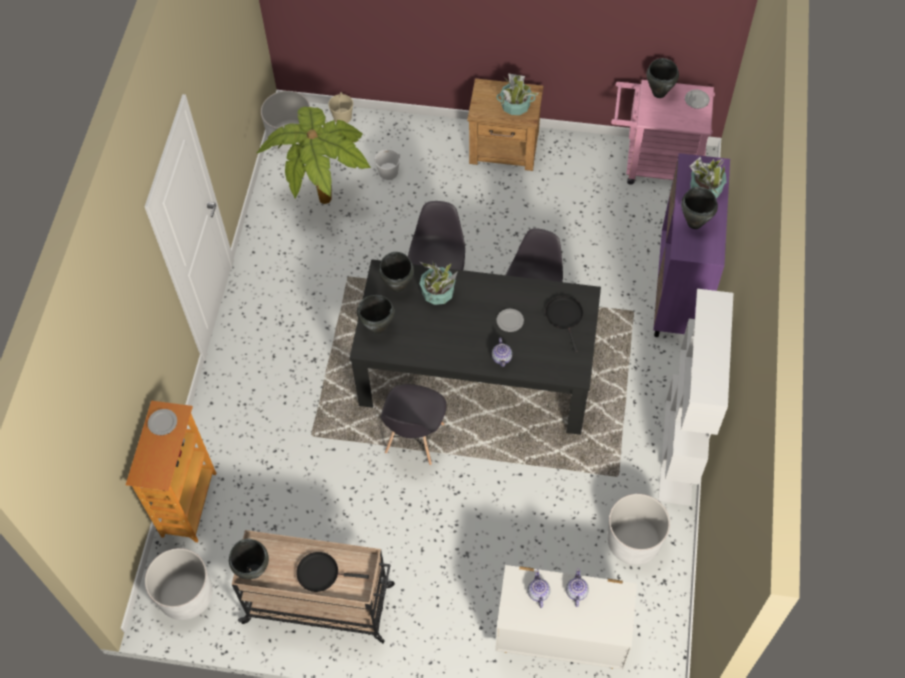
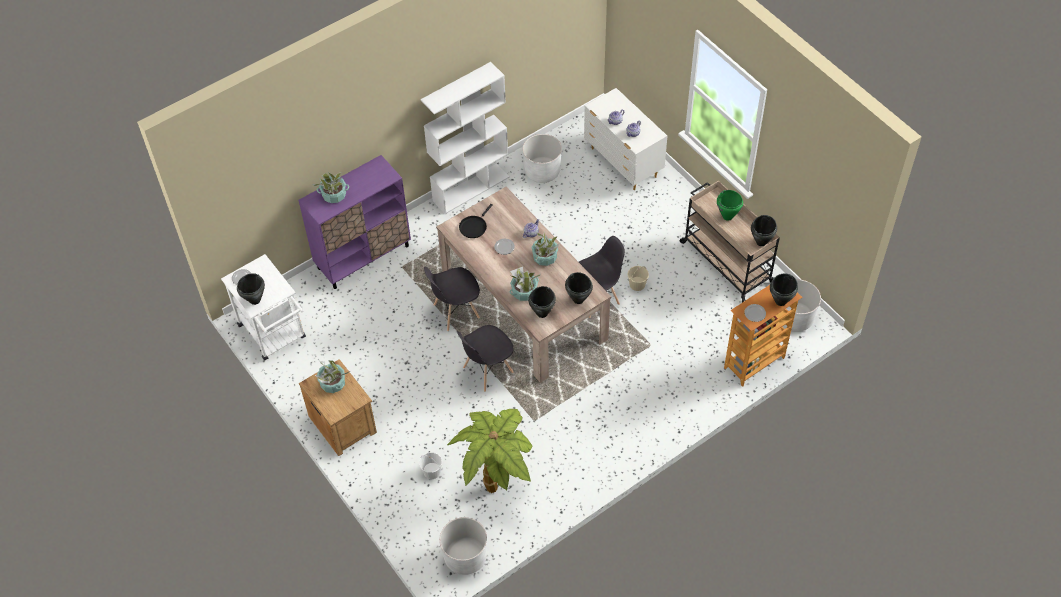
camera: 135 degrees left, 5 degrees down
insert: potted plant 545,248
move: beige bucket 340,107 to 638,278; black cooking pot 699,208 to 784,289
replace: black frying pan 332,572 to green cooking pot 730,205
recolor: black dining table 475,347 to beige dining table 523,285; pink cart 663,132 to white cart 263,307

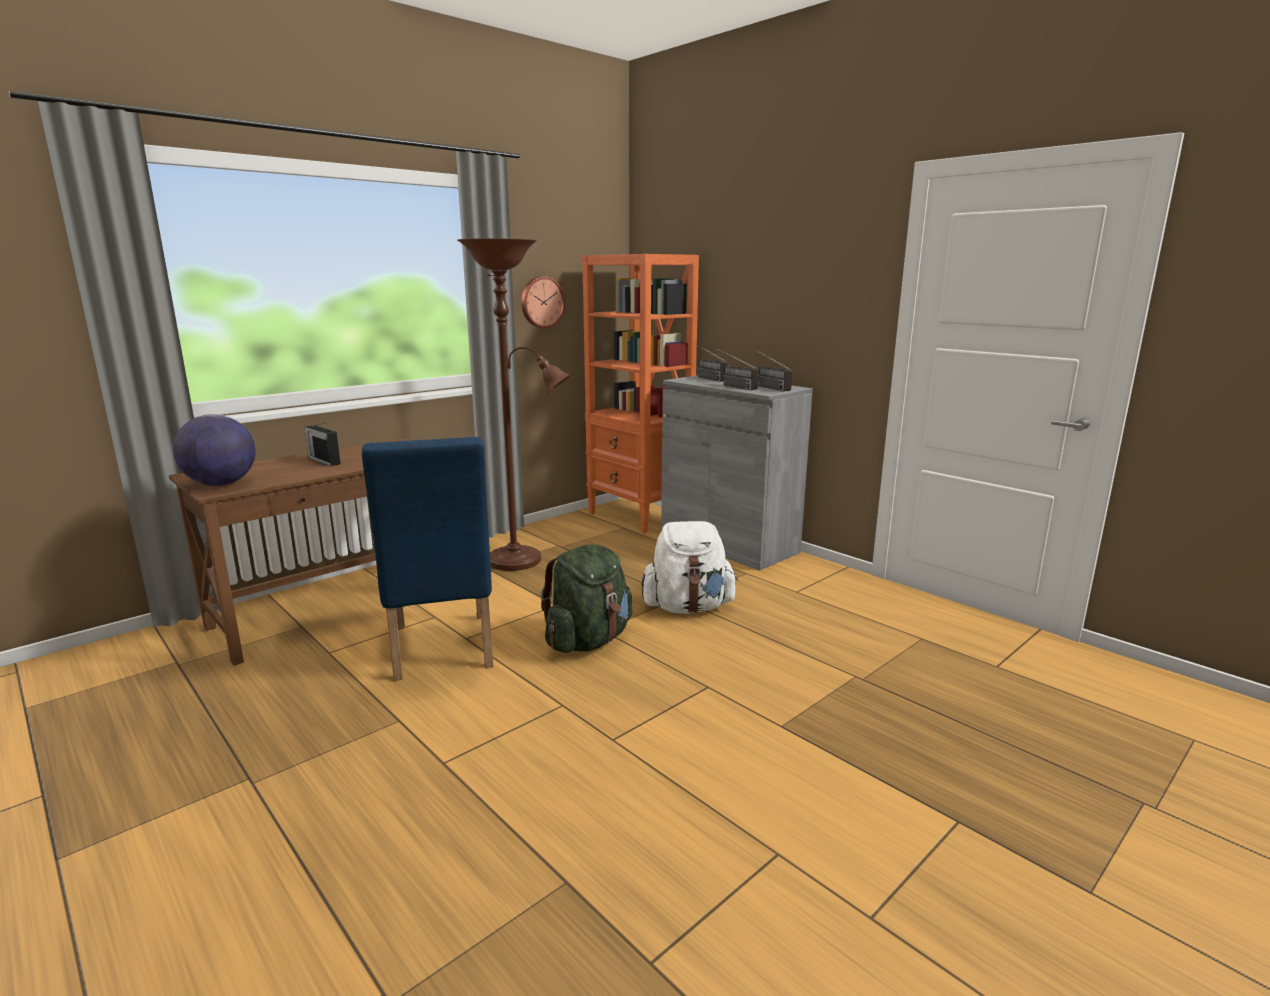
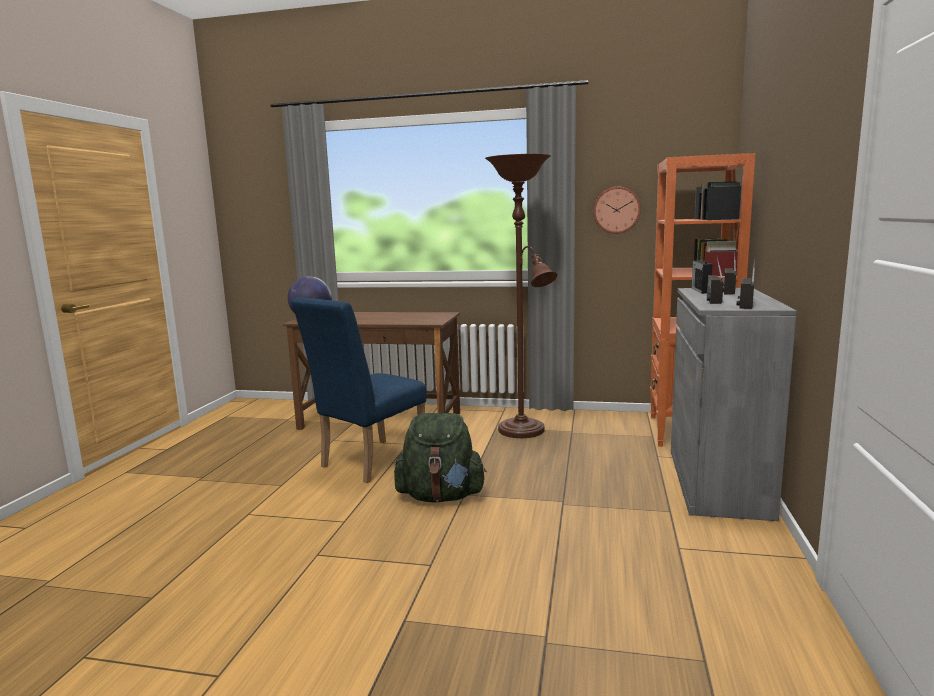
camera: 55 degrees right, 5 degrees down
delete: white backpack 690,567
move: radio 323,444 to 702,275

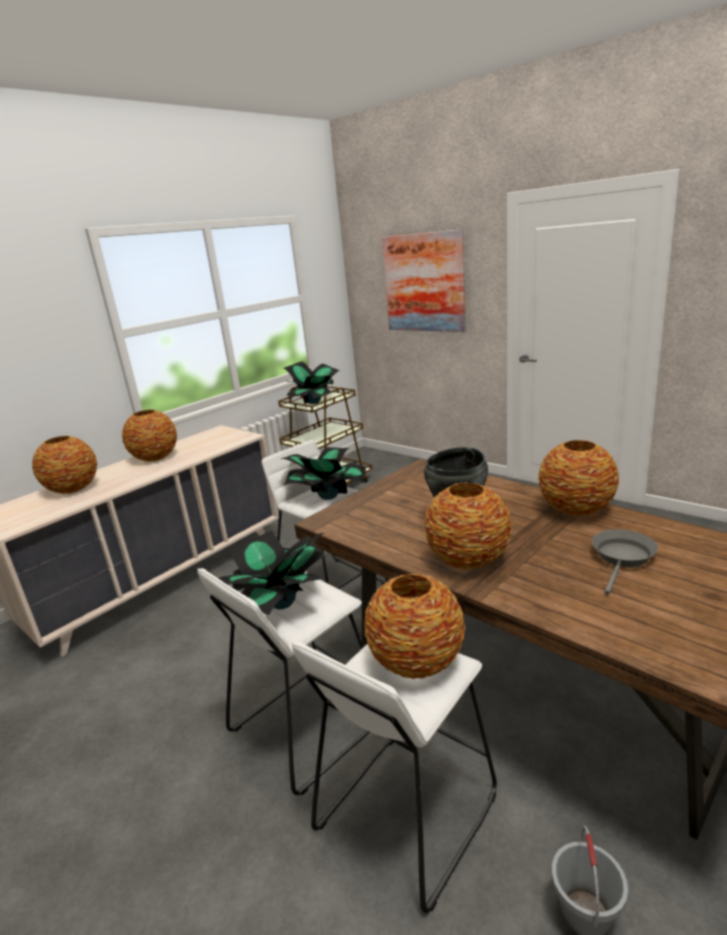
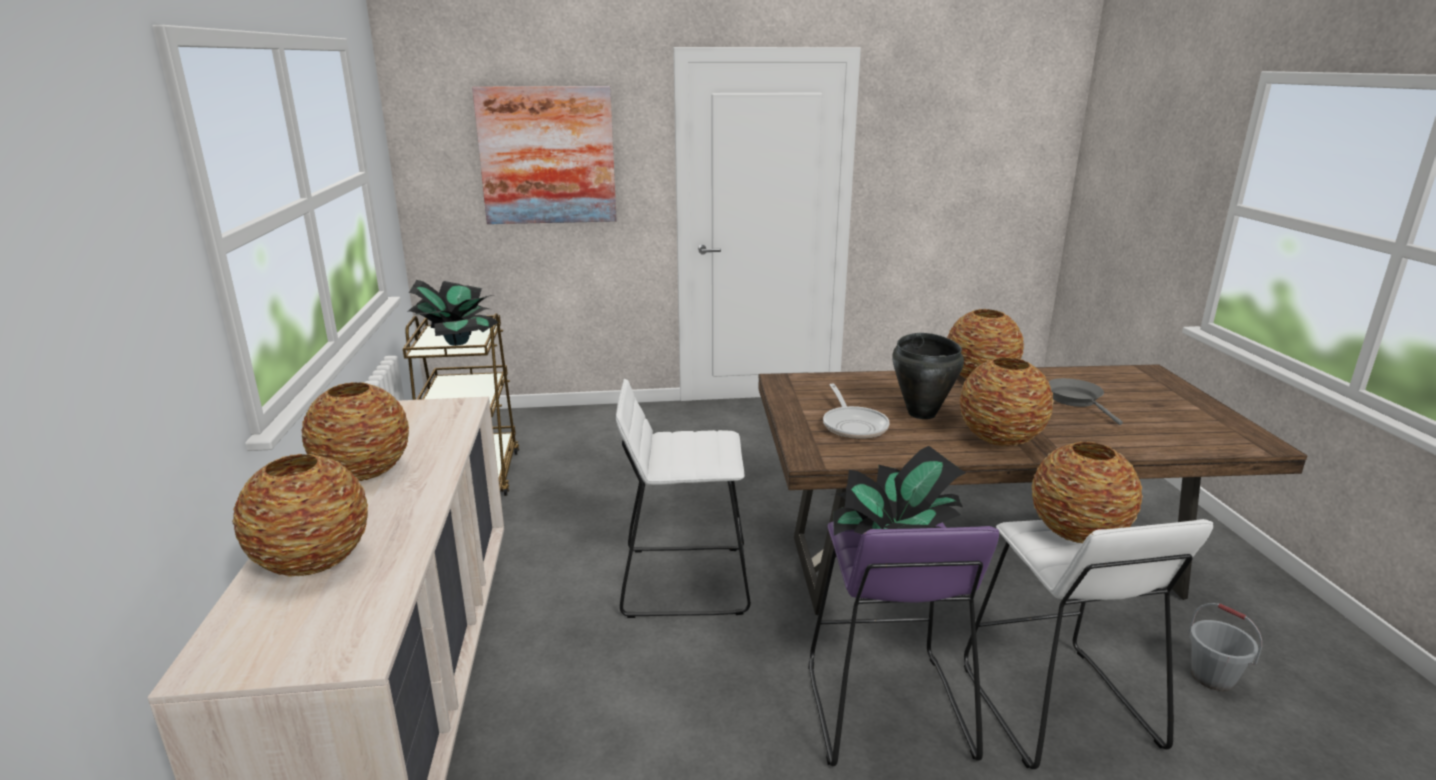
camera: 50 degrees left, 0 degrees up
delete: potted plant 323,473
insert: frying pan 856,411
recolor: white stool 283,681 to purple stool 903,644

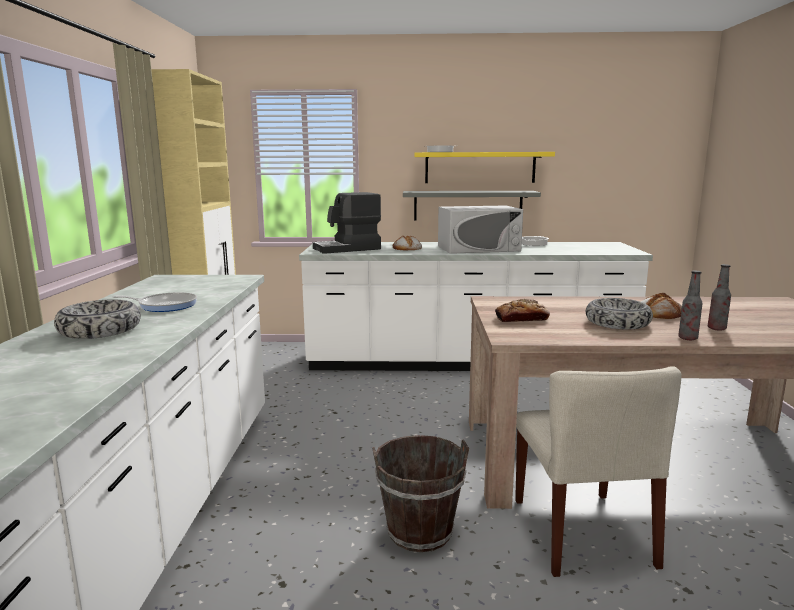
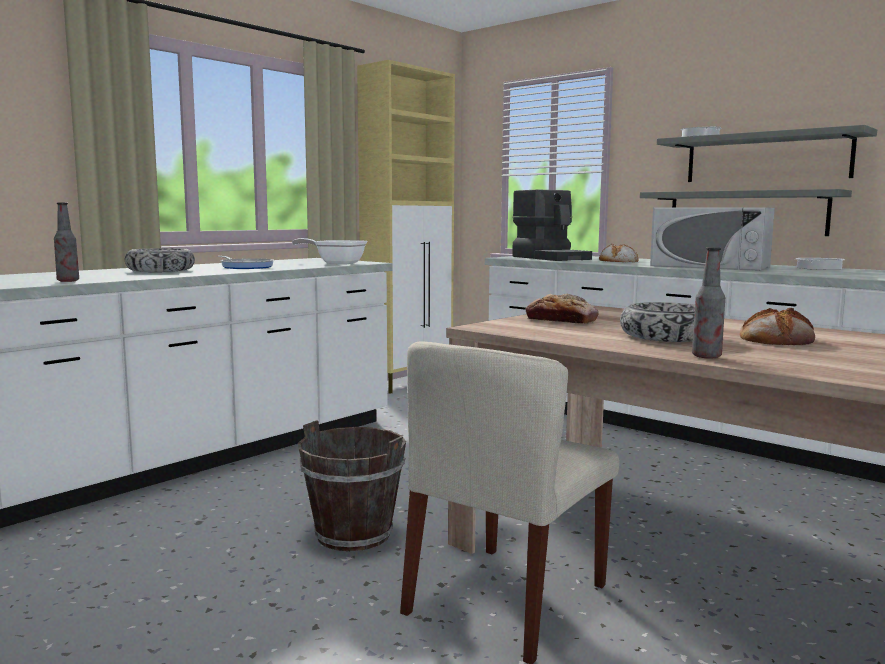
camera: 40 degrees right, 5 degrees down
insert: frying pan 329,251
move: bottle 719,297 to 66,242
recolor: yellow shelf 484,167 to grey shelf 767,153
rotate: coffee machine 347,223 = 552,225 135 degrees counterclockwise

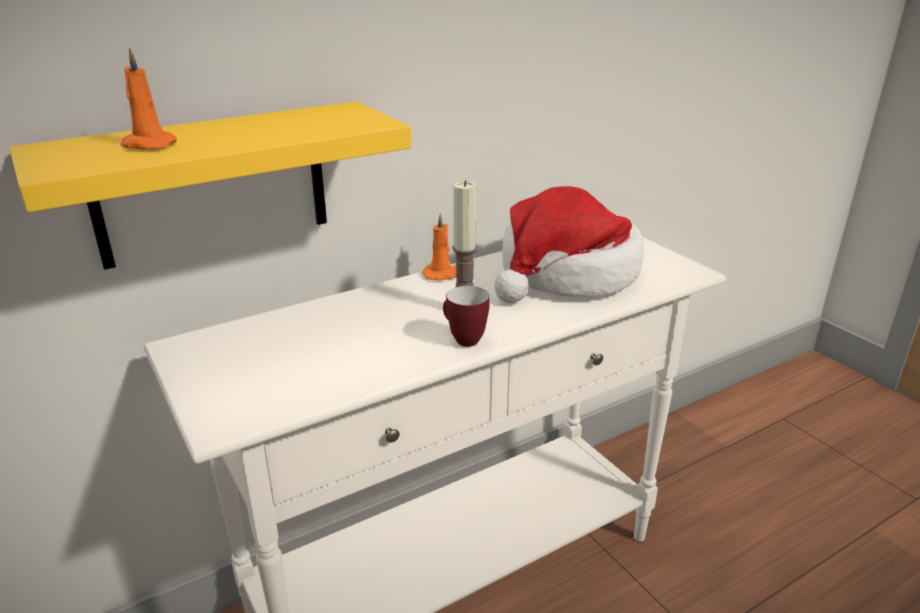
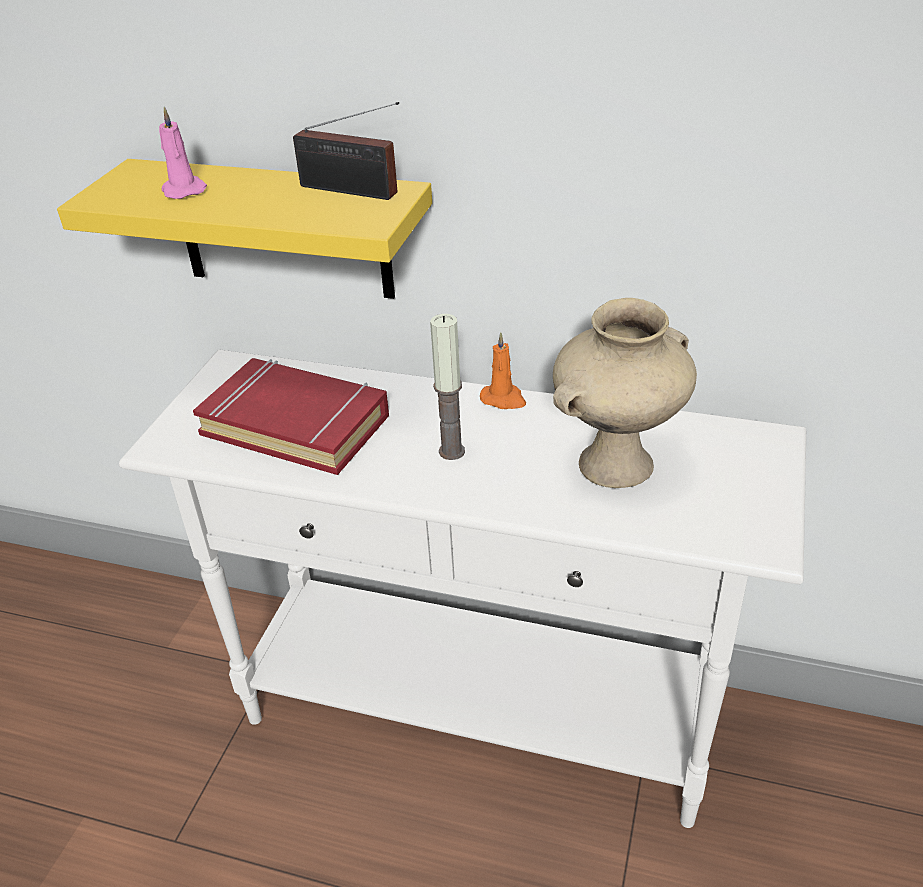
camera: 50 degrees right, 10 degrees up
delete: mug 466,316
insert: red book 291,416; radio 346,151
replace: hat 569,244 to beige vase 625,393
recolor: orange candle 148,98 to pink candle 183,153

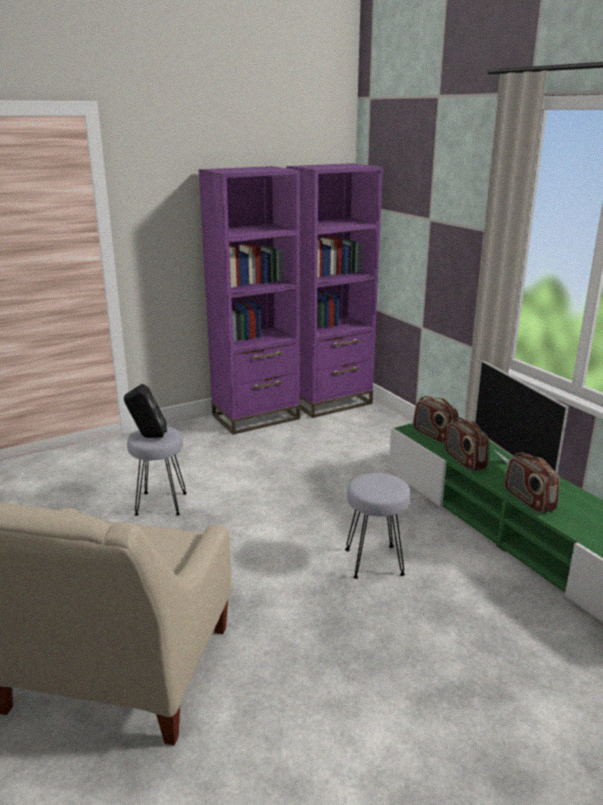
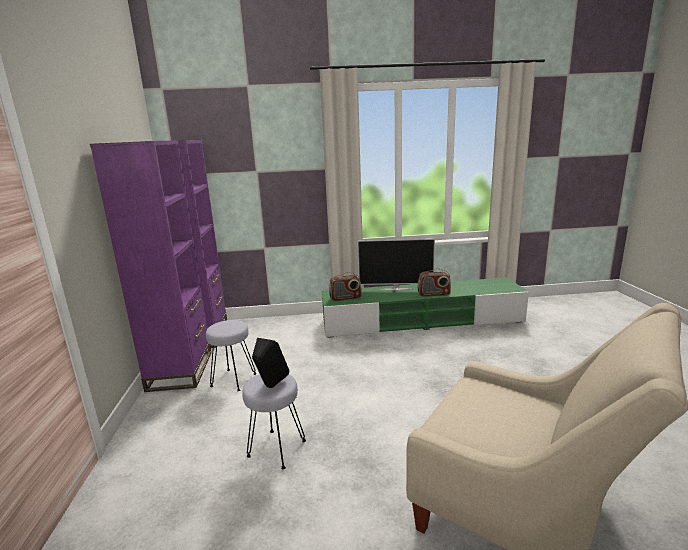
camera: 65 degrees left, 5 degrees down
delete: radio 467,445
move: grey stool 377,526 to 231,355

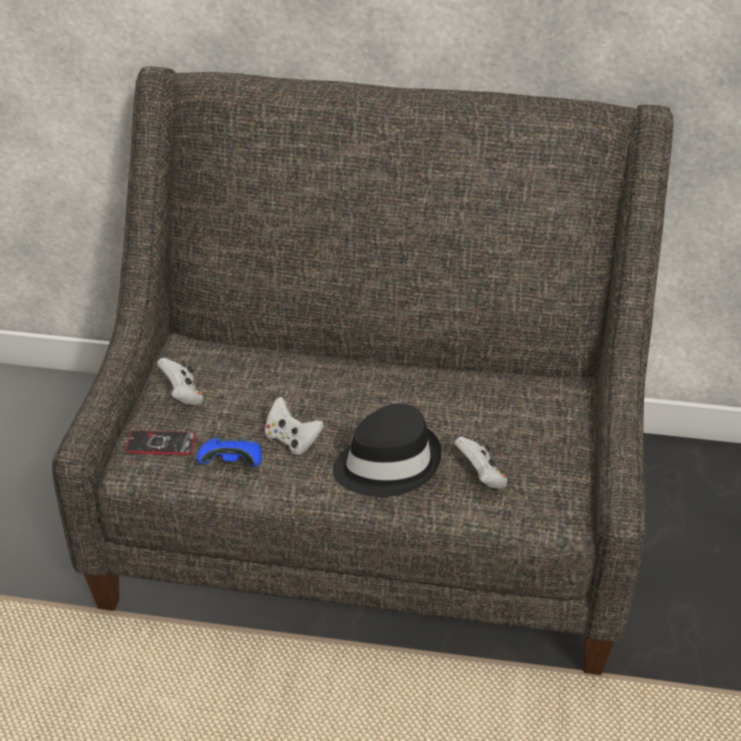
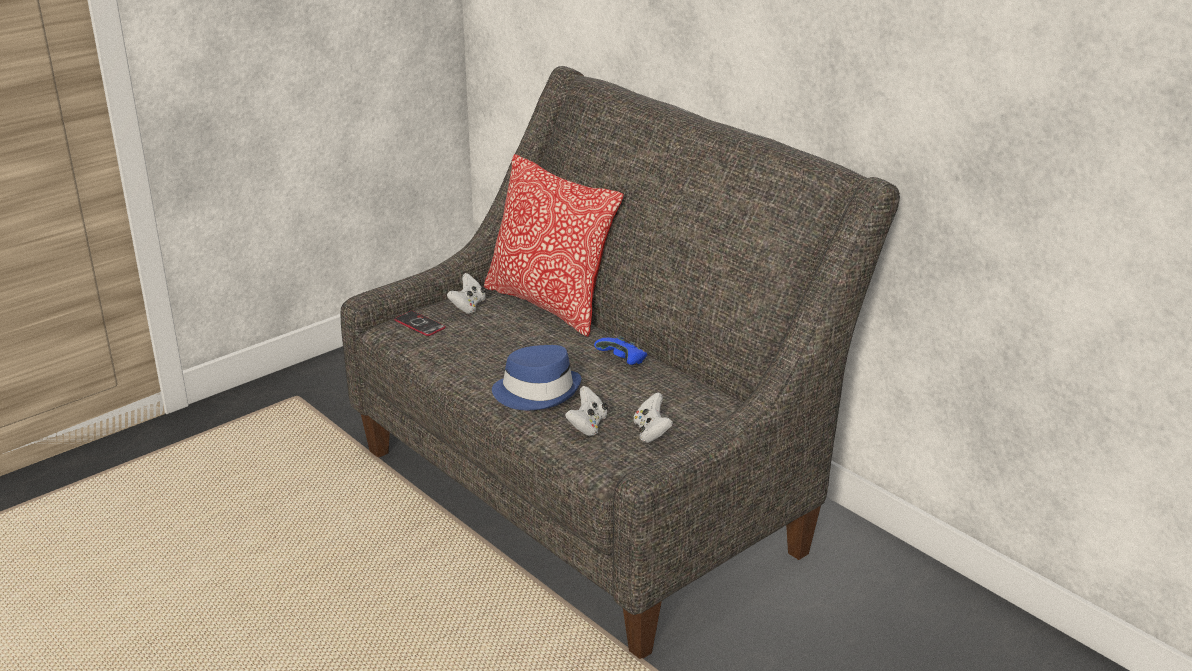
camera: 40 degrees right, 10 degrees down
insert: pillow 554,245
move: blue game controller 229,450 to 620,350; white game controller 294,426 to 653,418
recolor: black hat 387,450 to blue hat 536,377

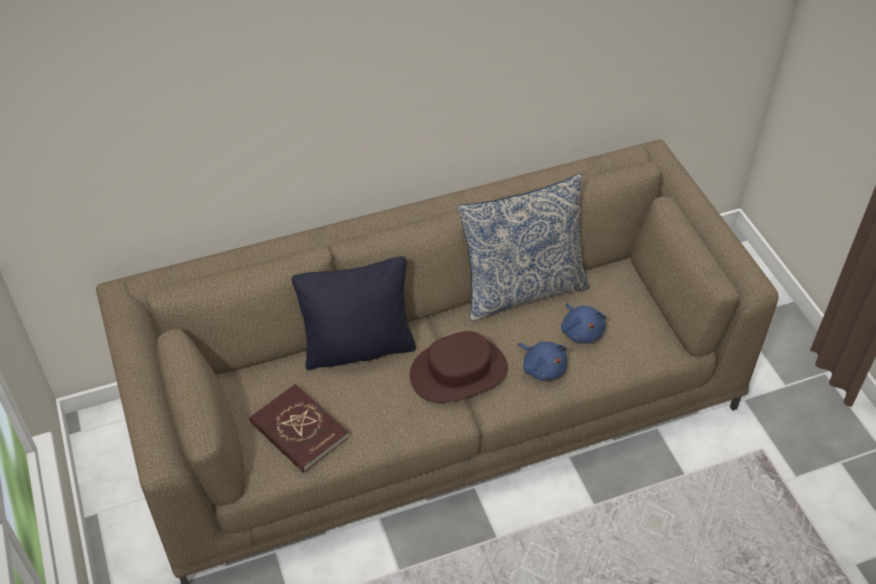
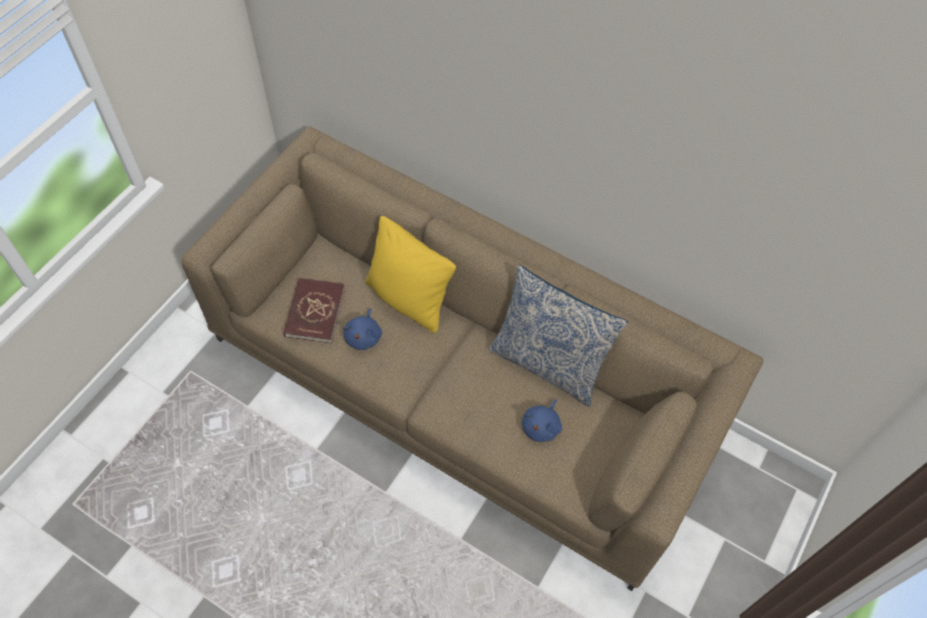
camera: 50 degrees right, 10 degrees up
delete: brown hat 459,367
move: blue plush toy 543,361 to 362,329
recolor: black pillow 354,313 to yellow pillow 410,274

